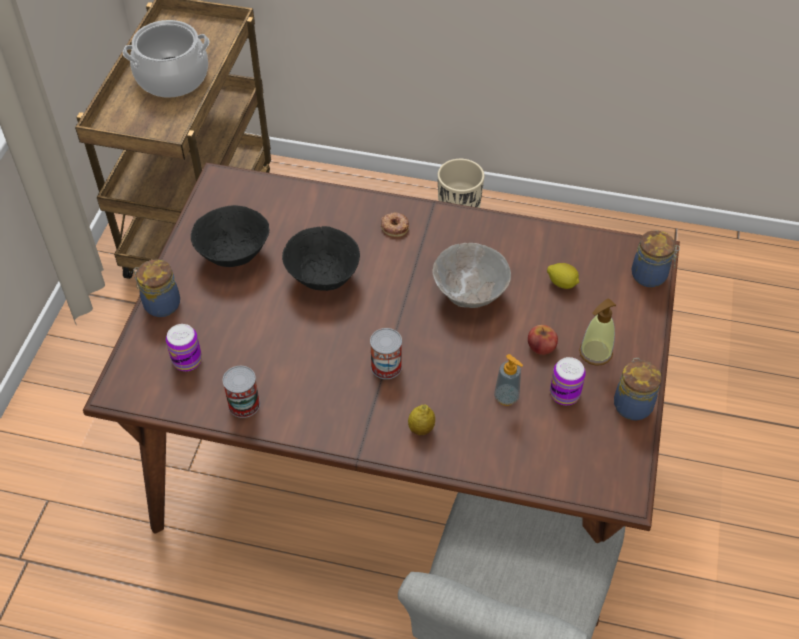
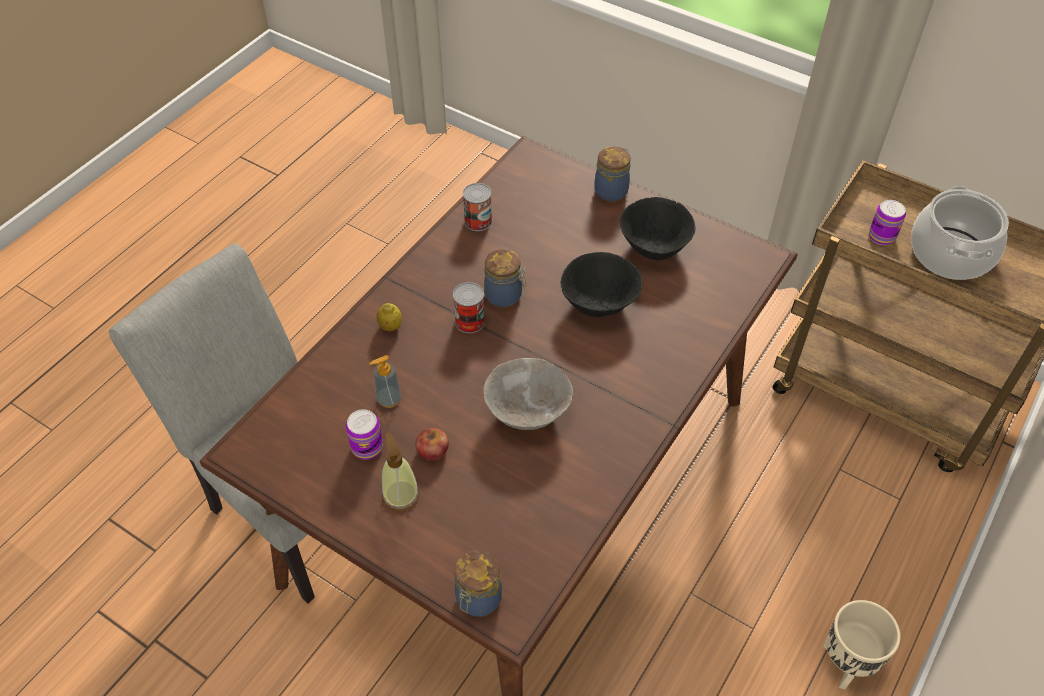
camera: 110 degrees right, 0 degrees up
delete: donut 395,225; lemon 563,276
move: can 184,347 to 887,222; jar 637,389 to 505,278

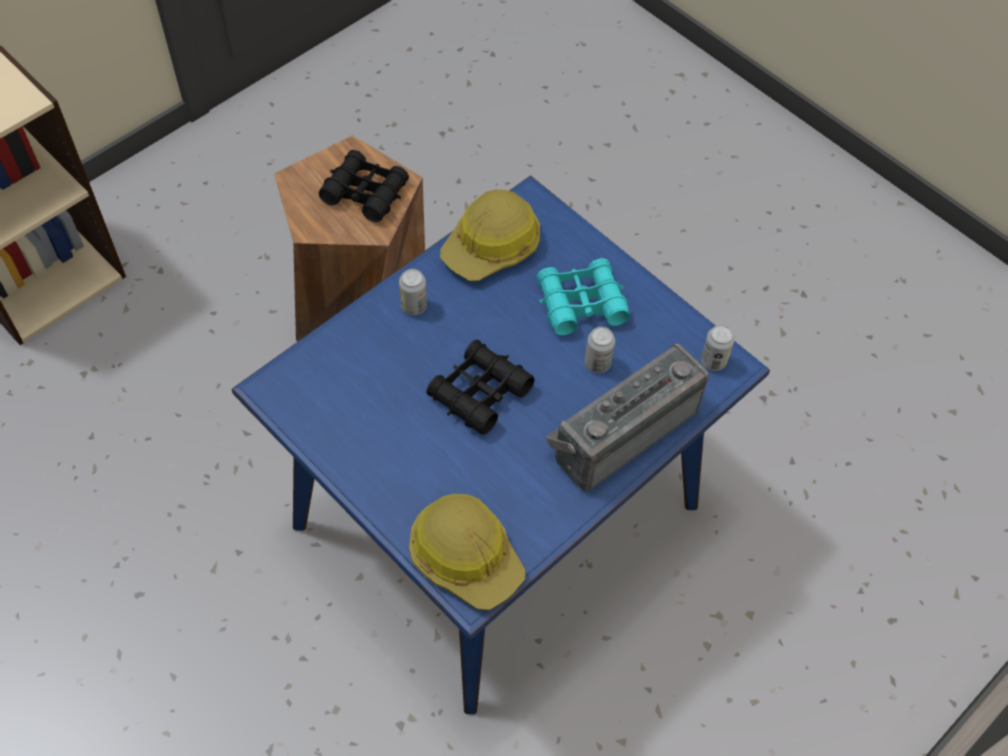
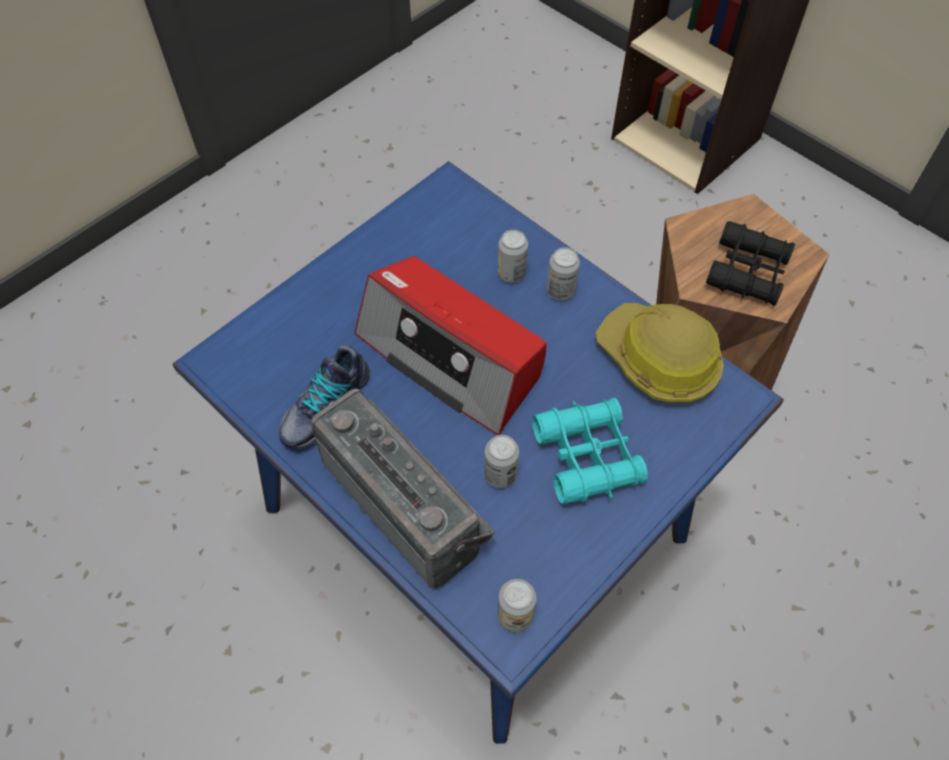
camera: 90 degrees right, 0 degrees up
delete: hard hat 467,552
insert: shoe 324,397; can 513,256
replace: black binoculars 480,387 to radio 451,345

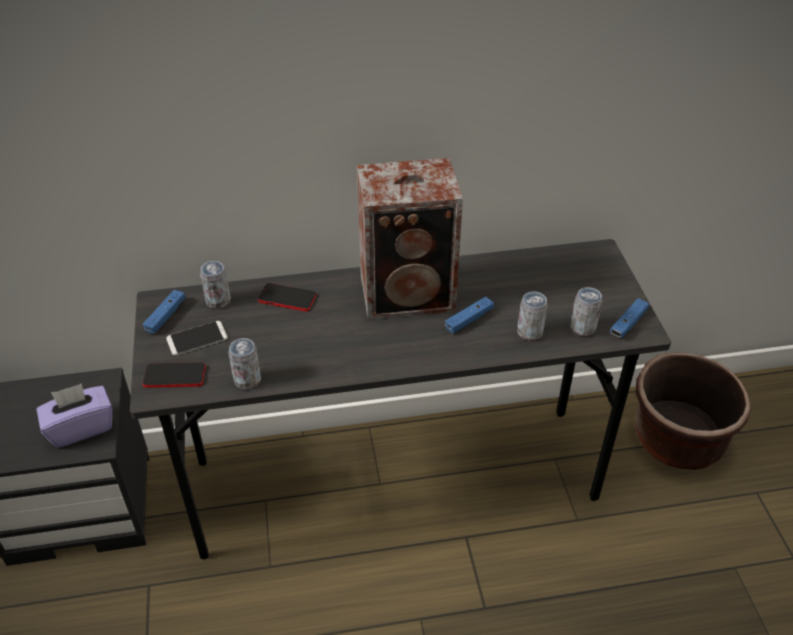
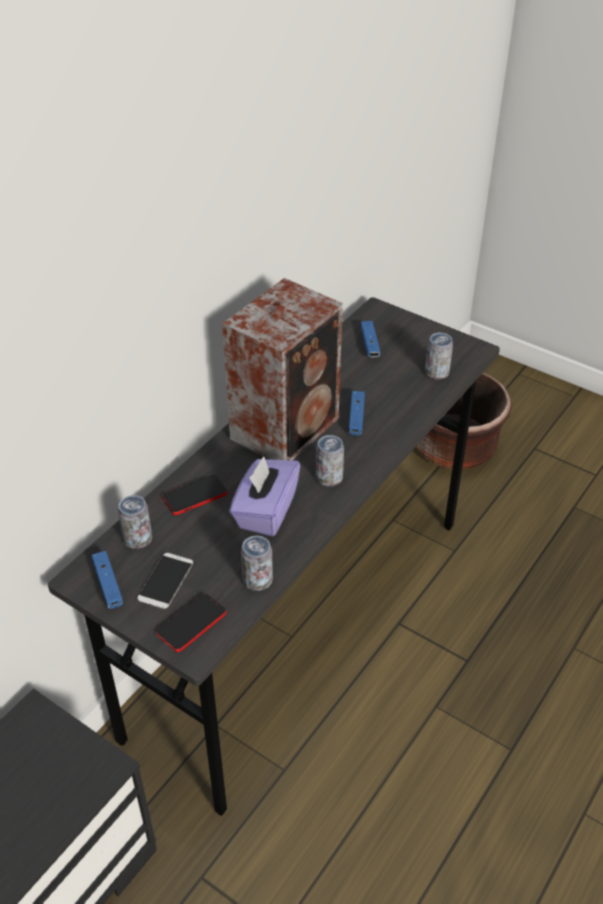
camera: 45 degrees left, 0 degrees up
move: purple tissue box 74,415 to 264,495; can 532,316 to 330,460; blue game controller 629,318 to 370,339

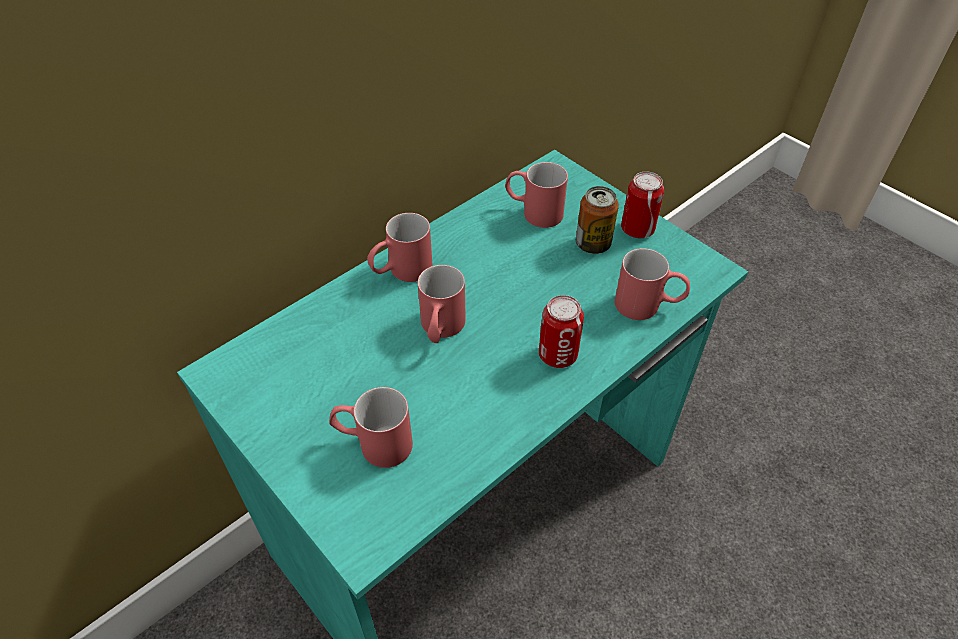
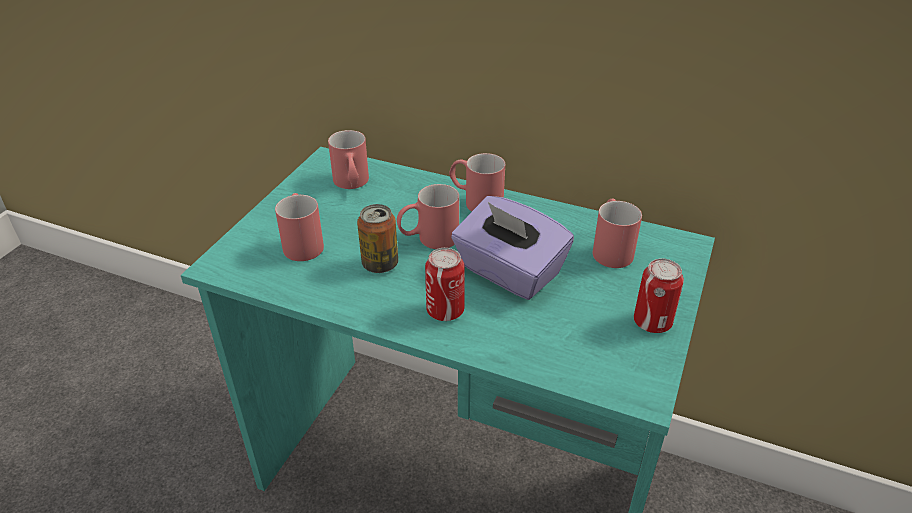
camera: 65 degrees right, 10 degrees down
insert: purple tissue box 512,248
move: can 597,220 to 377,238; red mug 652,284 to 348,159

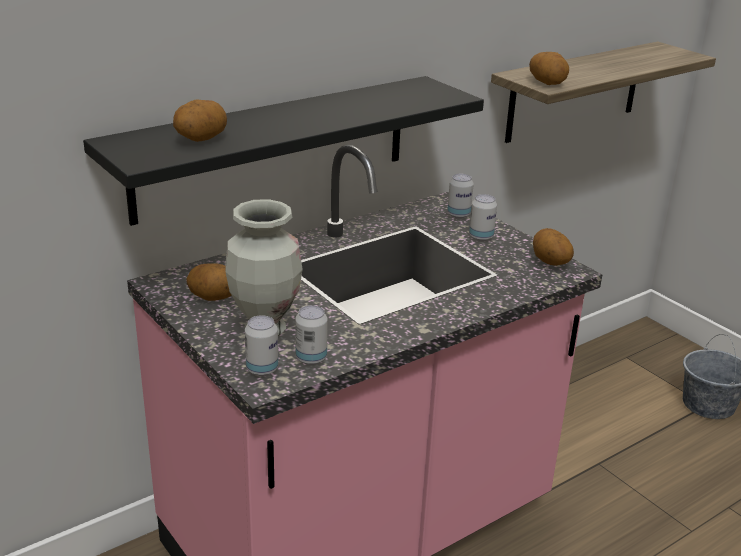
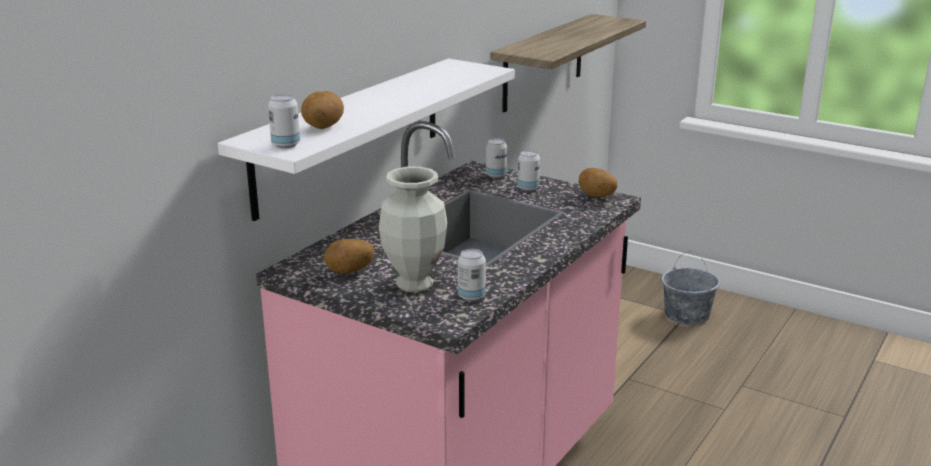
camera: 20 degrees left, 5 degrees down
delete: potato 549,68
move: can 261,345 to 284,121
recolor: black shelf 283,151 to white shelf 366,140

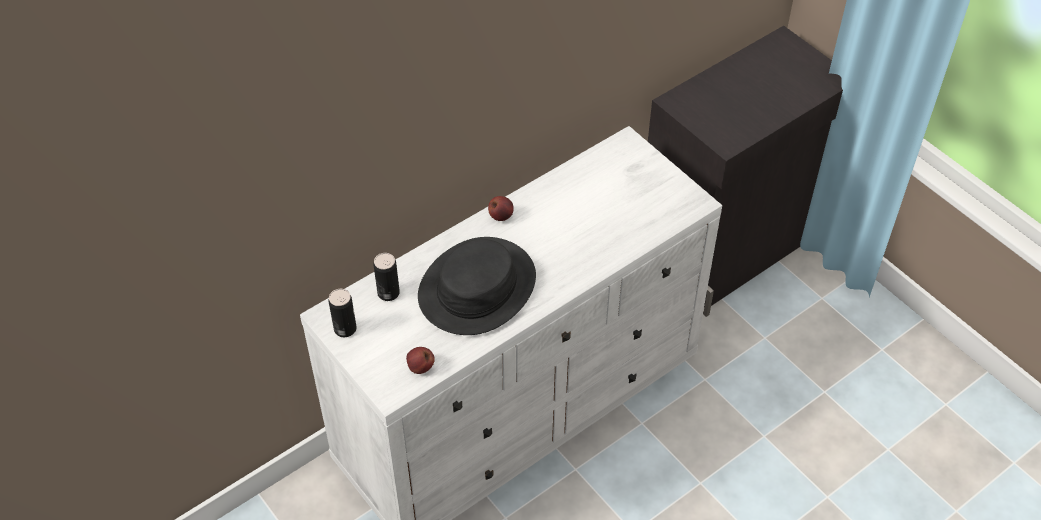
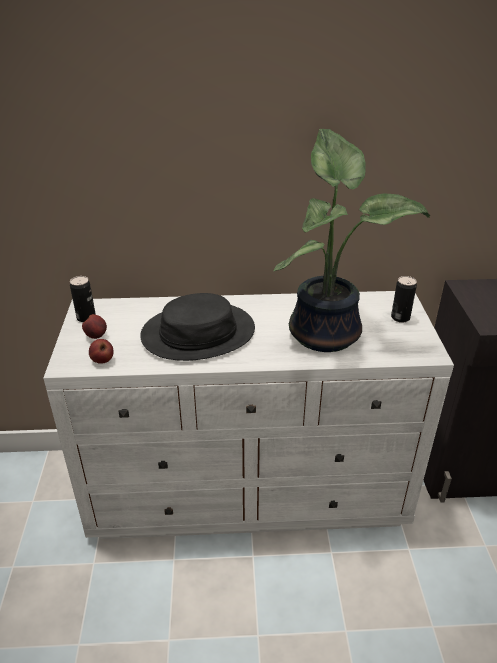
camera: 35 degrees right, 15 degrees down
insert: potted plant 351,240
move: can 387,277 to 404,299; apple 501,208 to 94,326

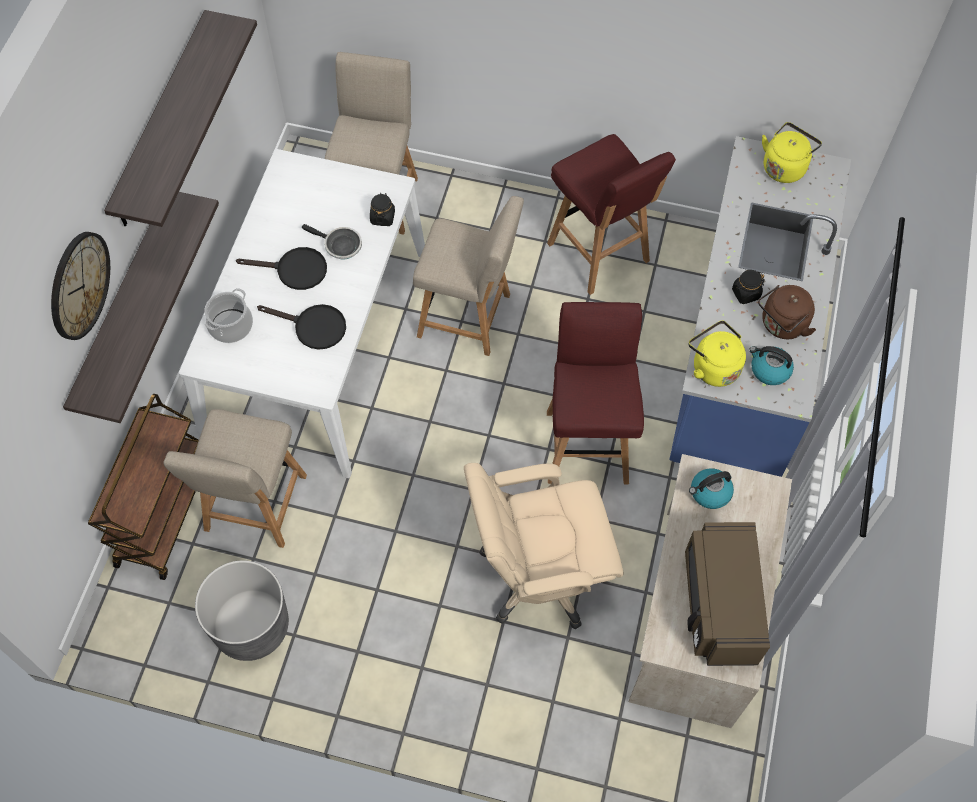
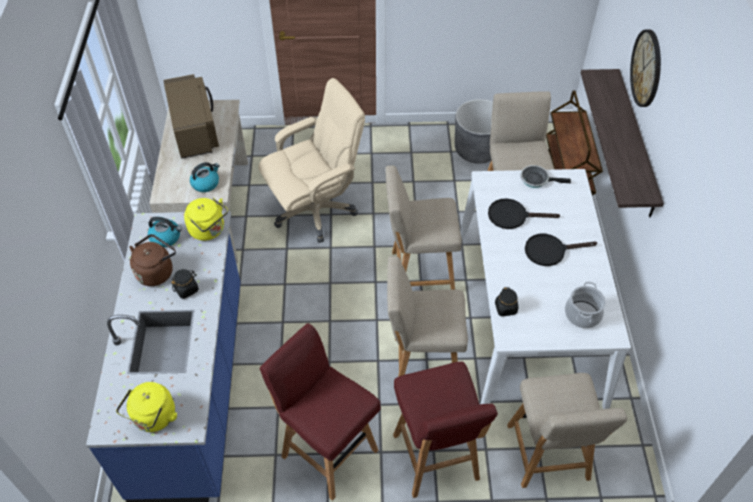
camera: 165 degrees right, 10 degrees down
delete: shelf 180,118
insert: beige chair 423,227
move: cooking pot 228,315 to 585,305; frying pan 332,242 to 546,176; red stool 595,393 to 445,430

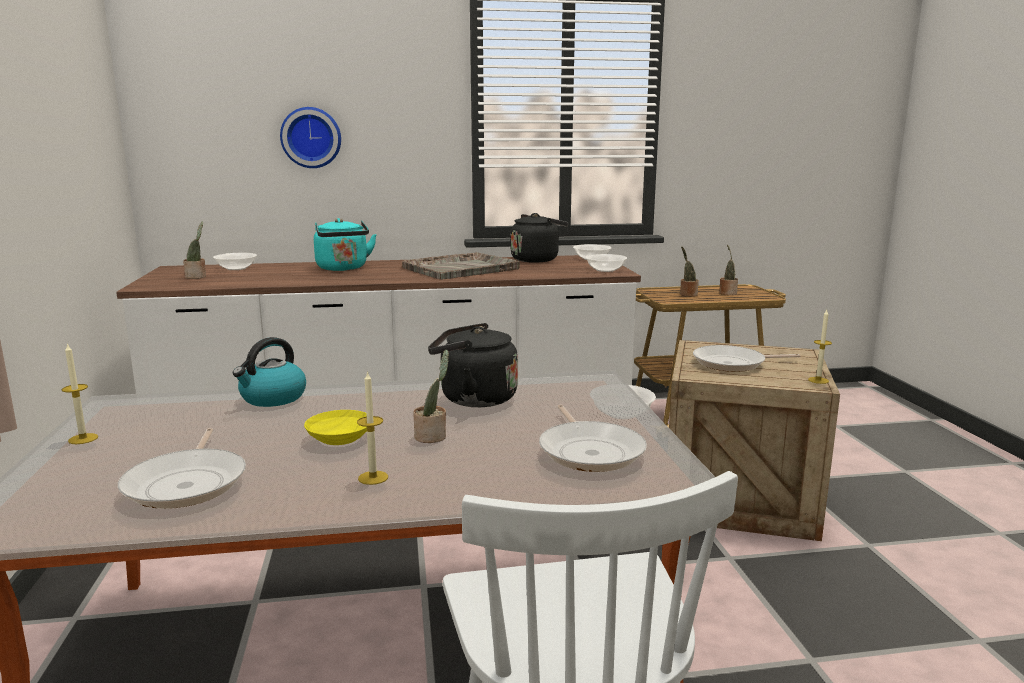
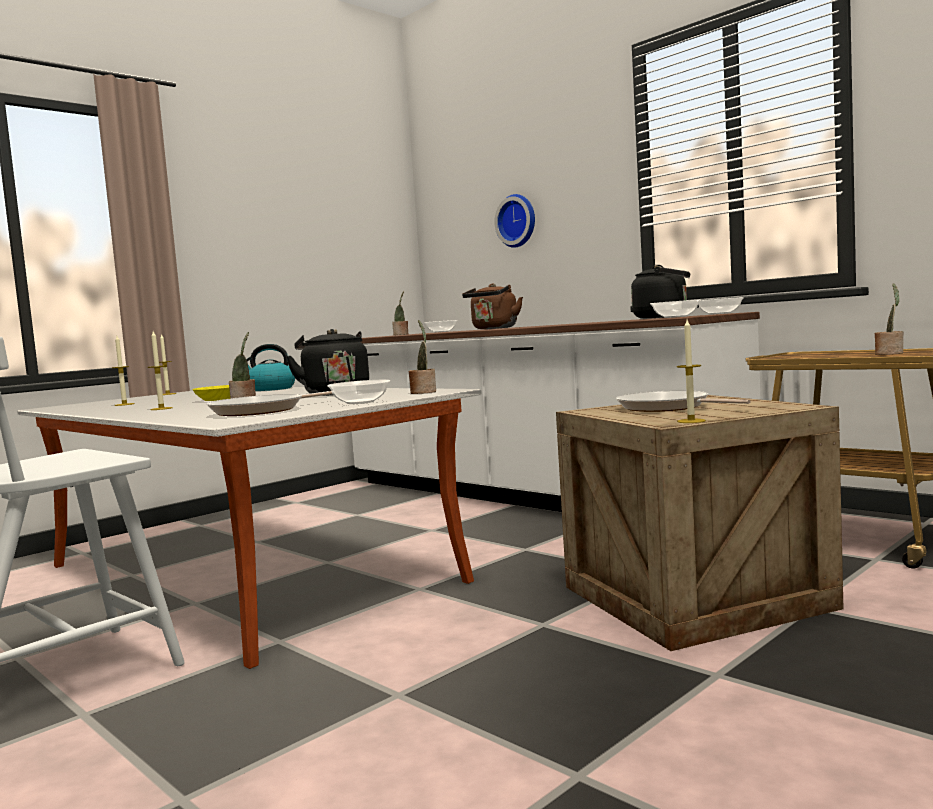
camera: 55 degrees right, 10 degrees down
delete: grey tray 461,266
move: potted plant 689,271 to 422,357
replace: frying pan 182,468 to candle 123,371
recolor: turquoise kettle 345,244 to brown kettle 492,306

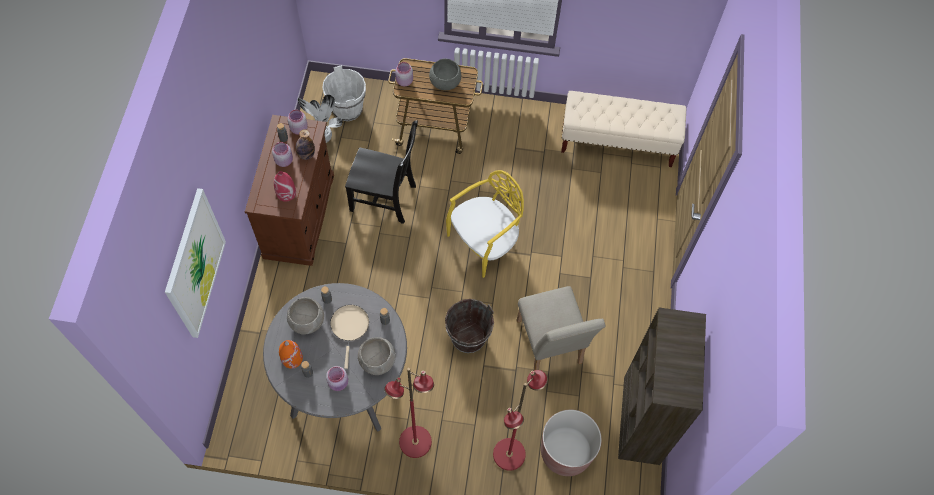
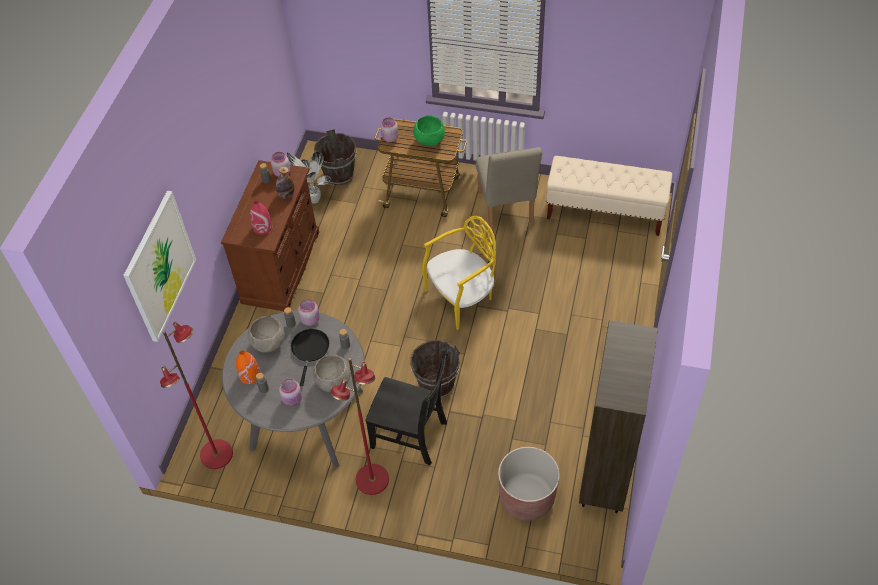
camera: 10 degrees right, 10 degrees down
move: pink jar 282,154 to 309,312; black chair 381,172 to 406,408; red floor lamp 520,420 to 196,395; beige chair 560,328 to 508,189
recolor: white bucket 344,93 to brown bucket 335,157; beige frying pan 349,337 to black frying pan 310,357; grey bowl 445,74 to green bowl 429,130

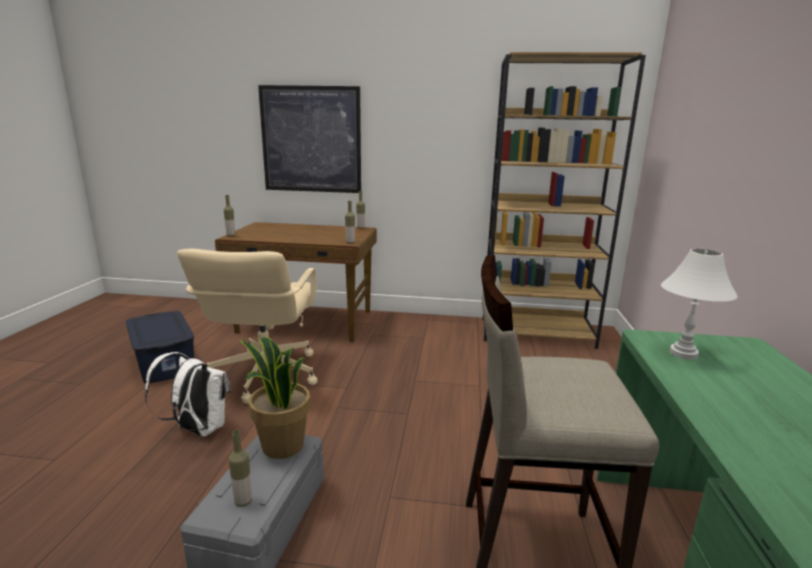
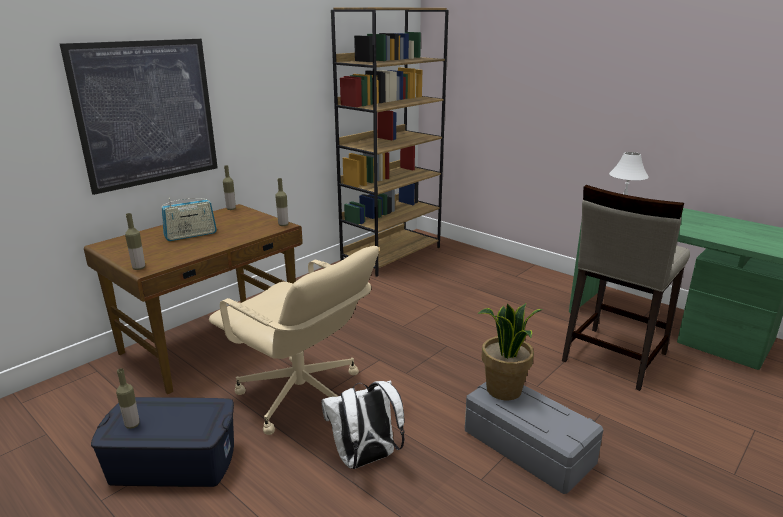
camera: 55 degrees left, 5 degrees up
insert: radio 189,219
move: bottle 240,468 to 128,398

